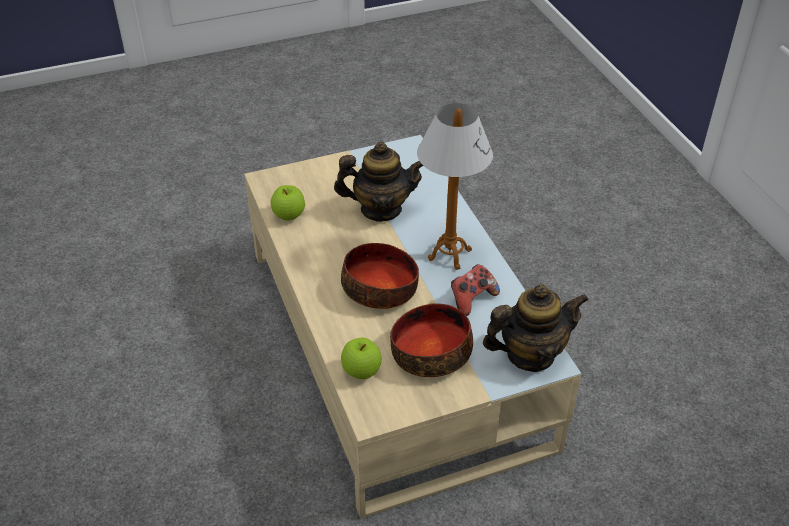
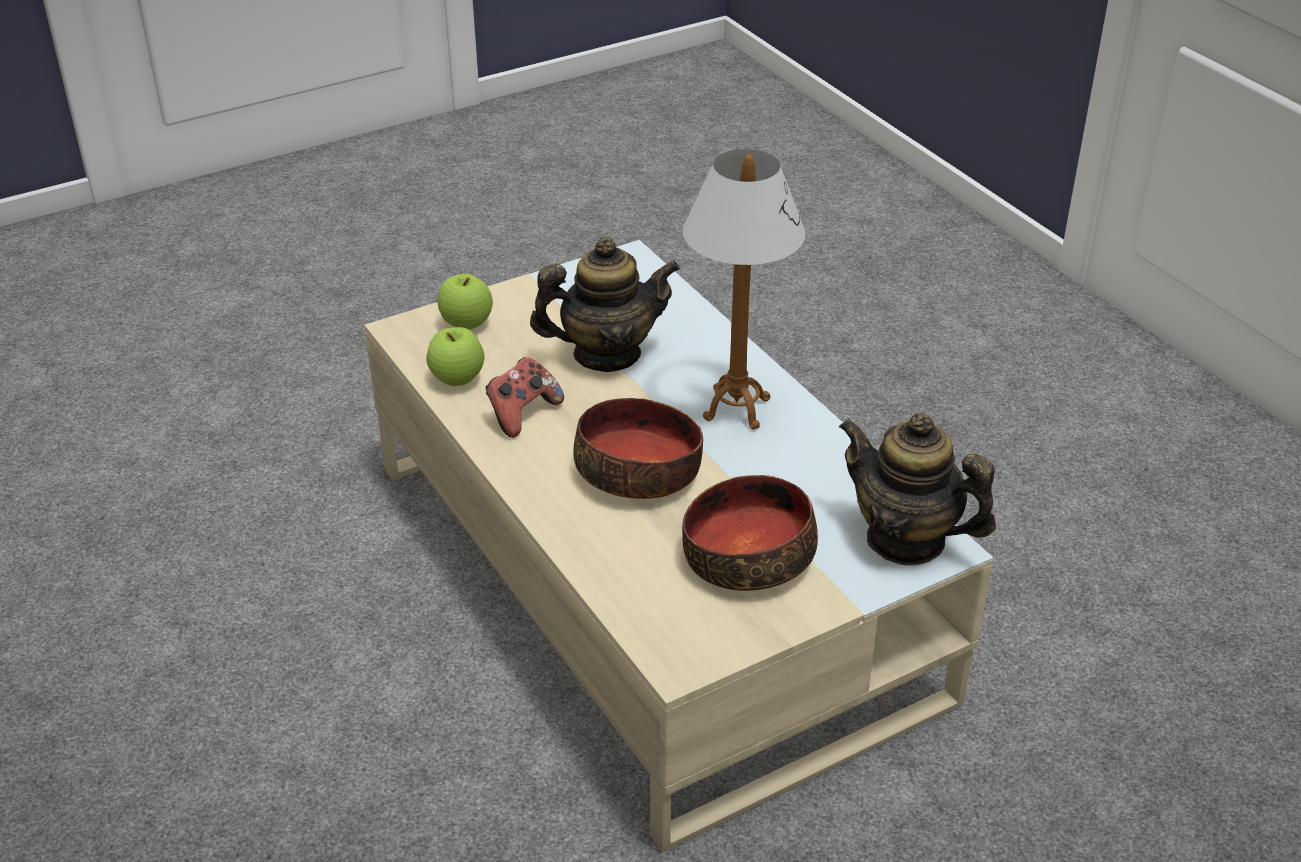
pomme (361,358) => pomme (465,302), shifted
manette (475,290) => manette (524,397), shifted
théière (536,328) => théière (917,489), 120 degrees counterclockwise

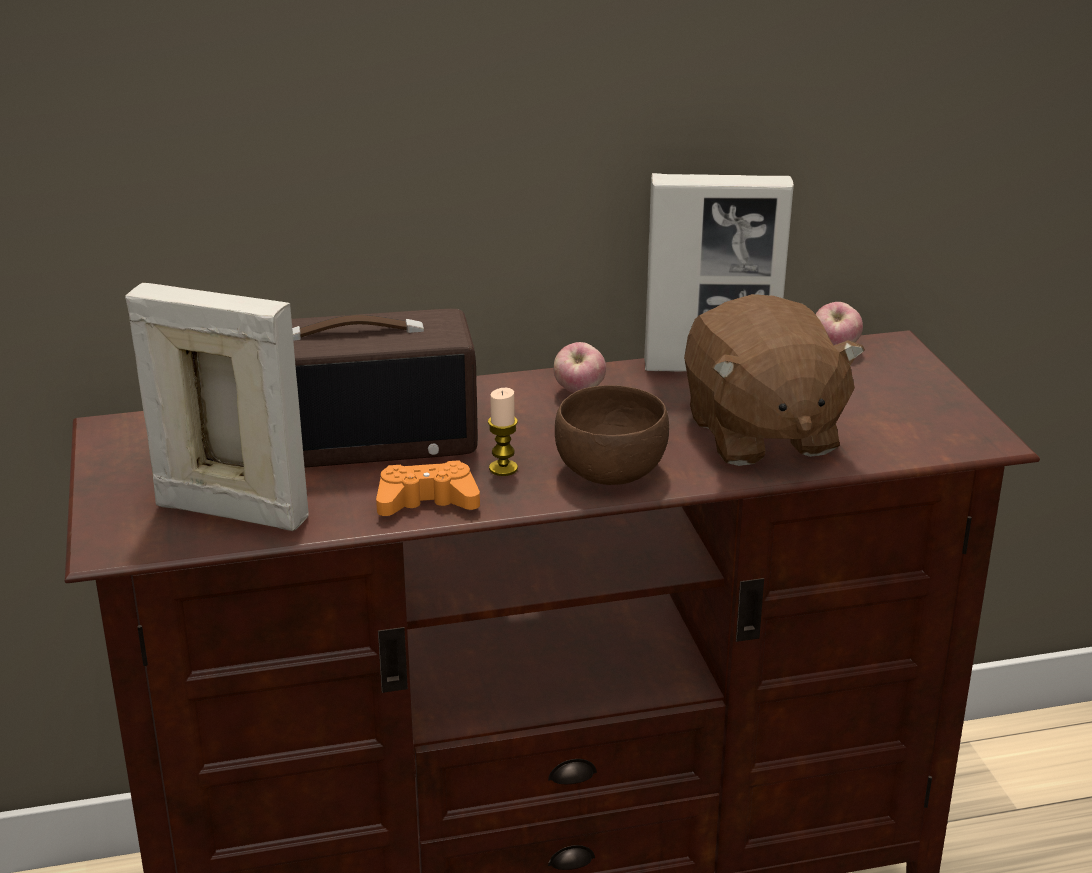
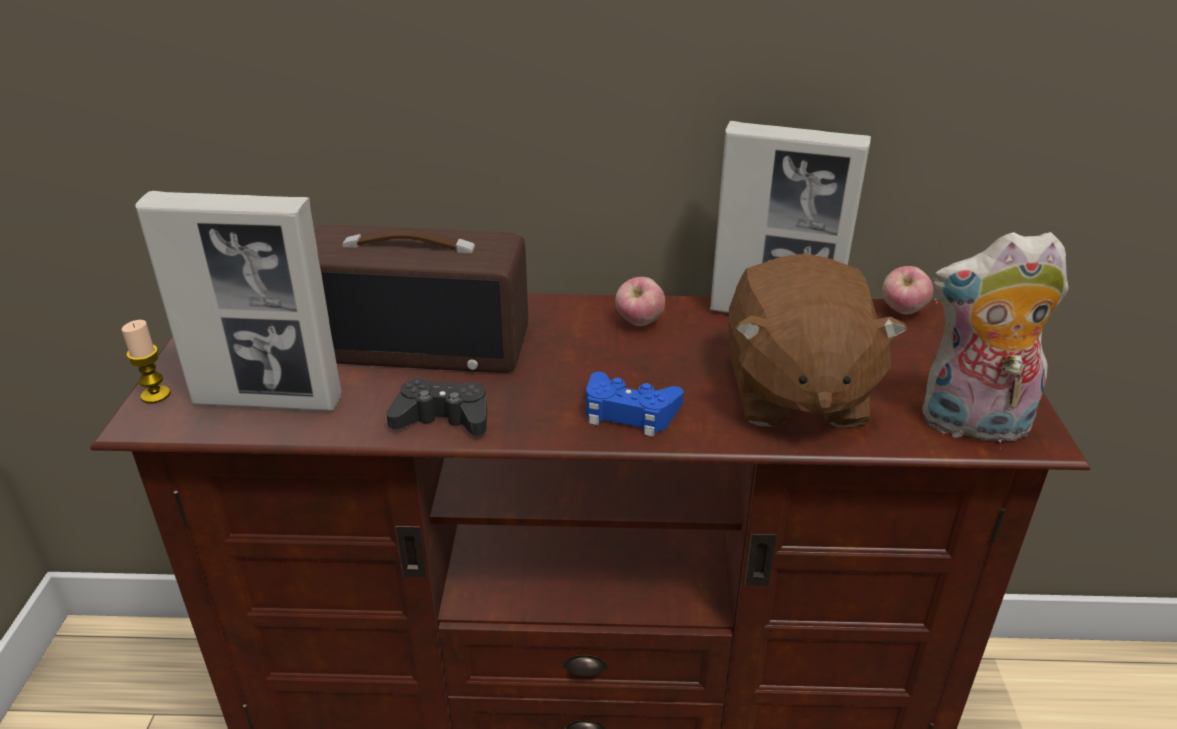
bougie (503,432) => bougie (146,362), shifted
cadre photo (217,407) => cadre photo (238,301), 150 degrees clockwise
manette/orange (428,488) => manette/noir (436,406)
bol/marron (612,435) => manette/bleu (634,404)
nothing => peluche (995,340)

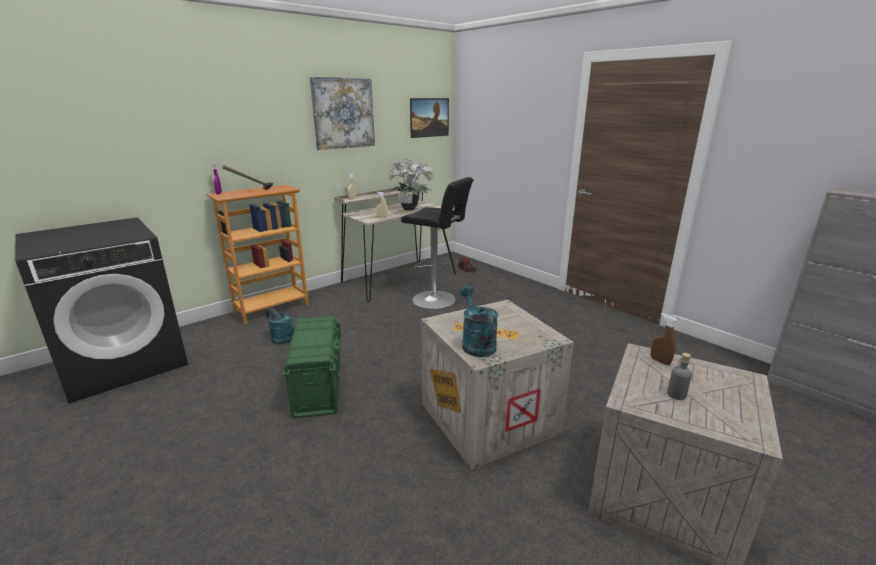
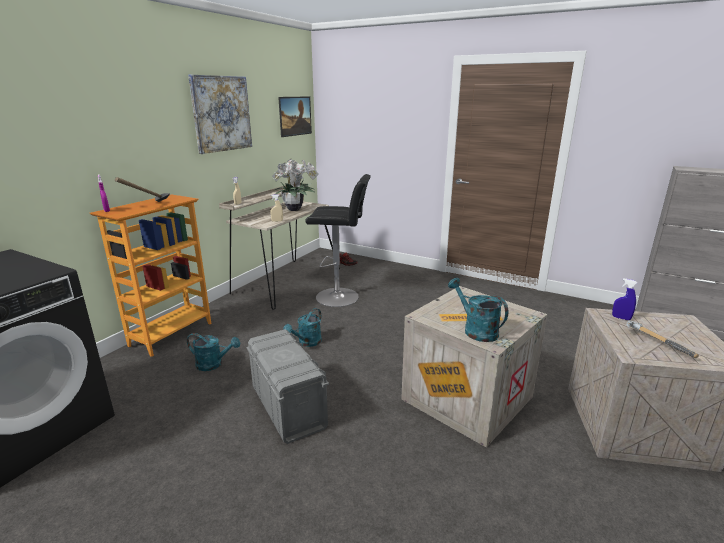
boîte de rangement/vert (312,367) => boîte de rangement/gris (287,386)
nothing => arrosoir/turquoise (302,327)
vaporisateur/marron (664,339) => vaporisateur/bleu (624,299)
bouteille/gris (679,376) => marteau (662,339)

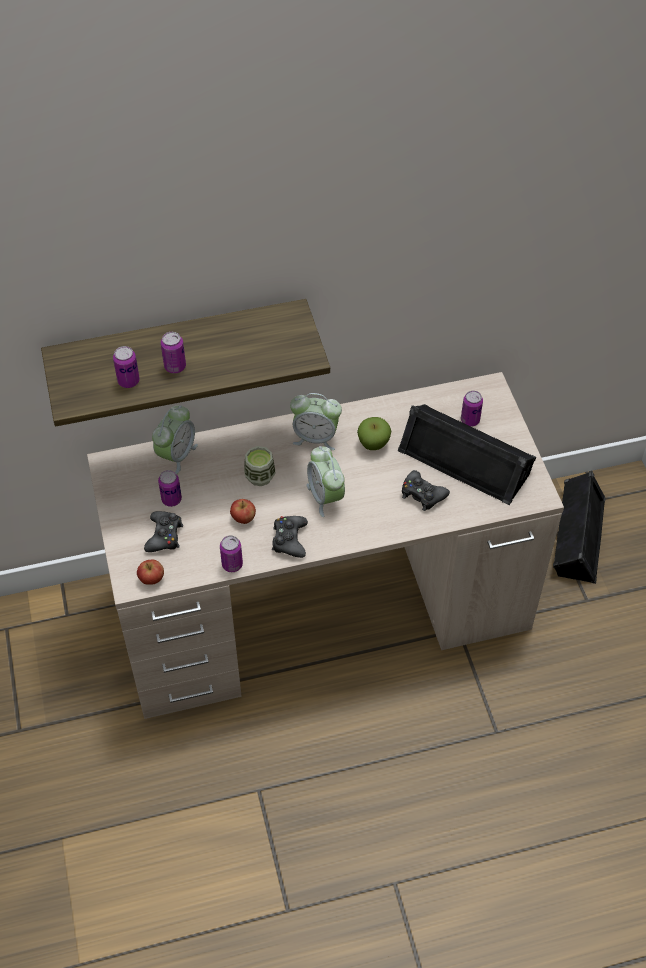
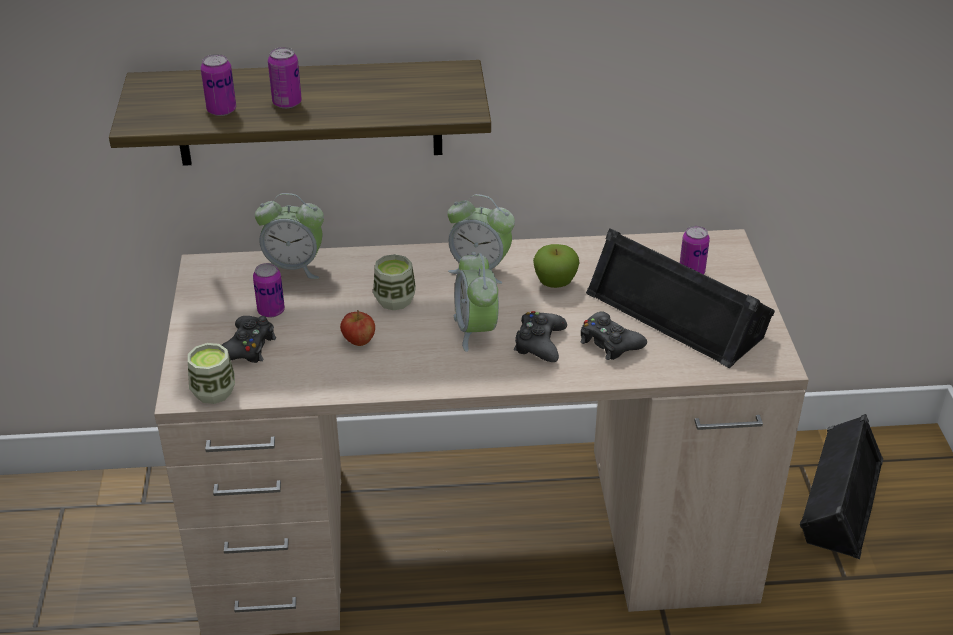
pomme (150,572) => tasse (211,373)
réveil (175,439) => réveil (289,236), 60 degrees clockwise
manette/noir (290,537) => manette/noir (540,336), shifted
boîte métallique (231,553) => nothing

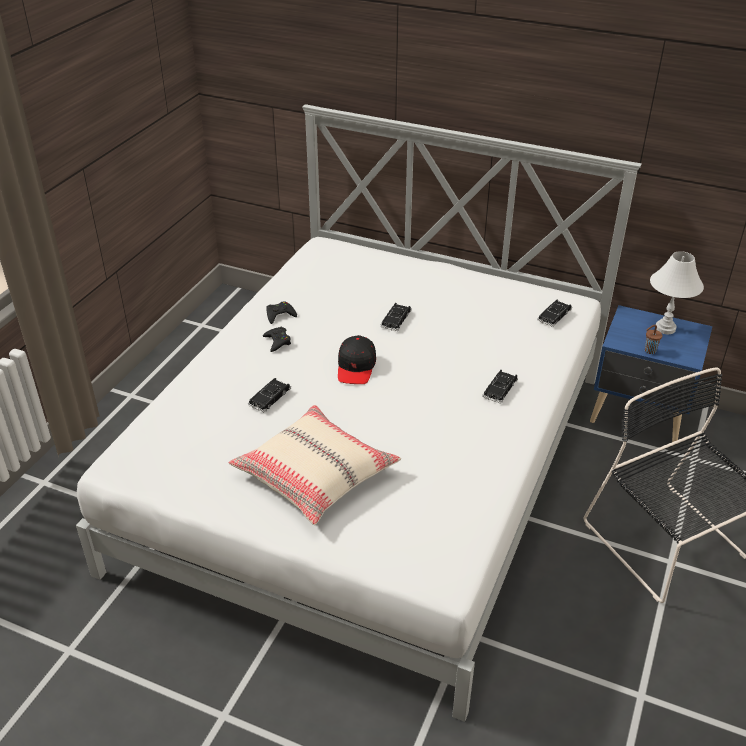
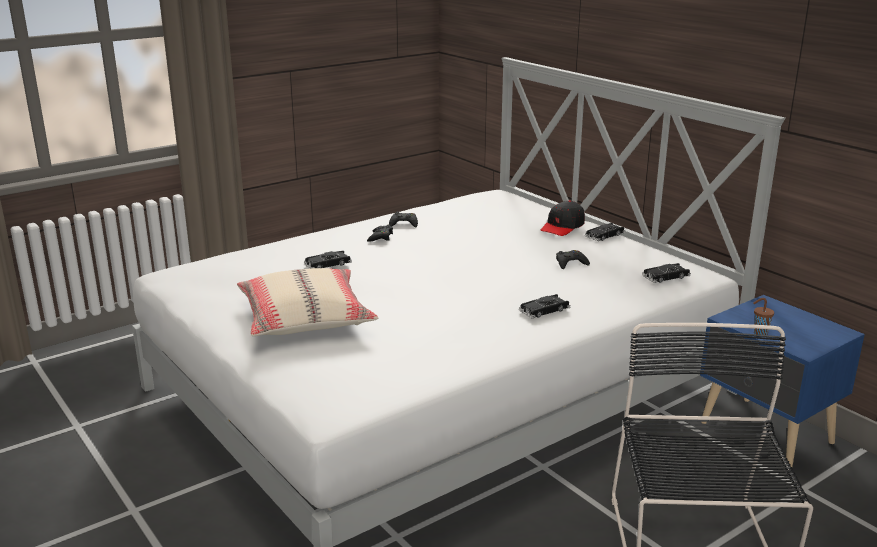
casquette/noir (357,359) => casquette/noir (563,218), shifted
nothing => manette/noir (573,259)
petite voiture/noir (396,317) => petite voiture/noir (605,232), shifted
lampe de table/blanc (677,292) => nothing

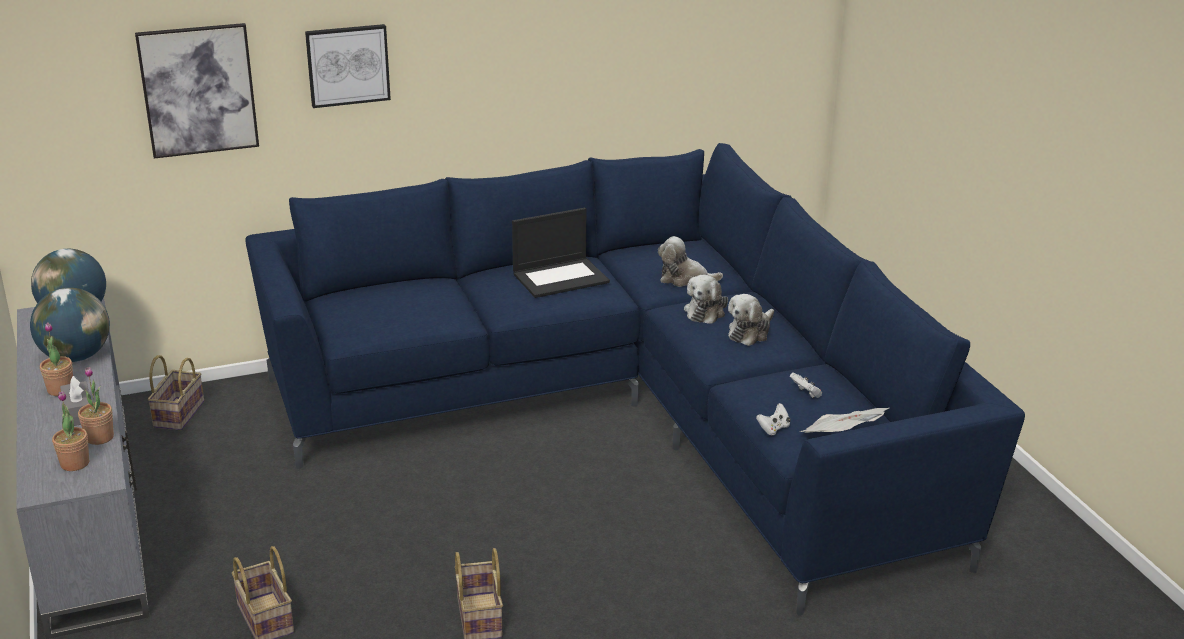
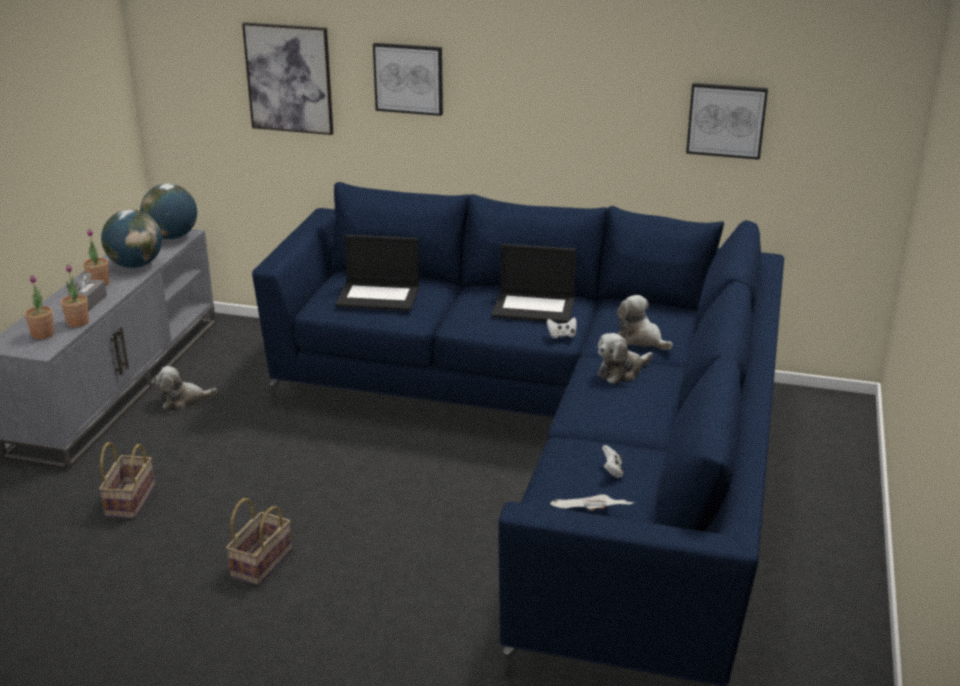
peluche (751,320) => peluche (186,388), shifted
nothing => ordinateur portable (377,273)
manette/blanc (773,419) => manette/blanc (562,327), shifted
nothing => tableau (727,121)
panier (176,392) => nothing

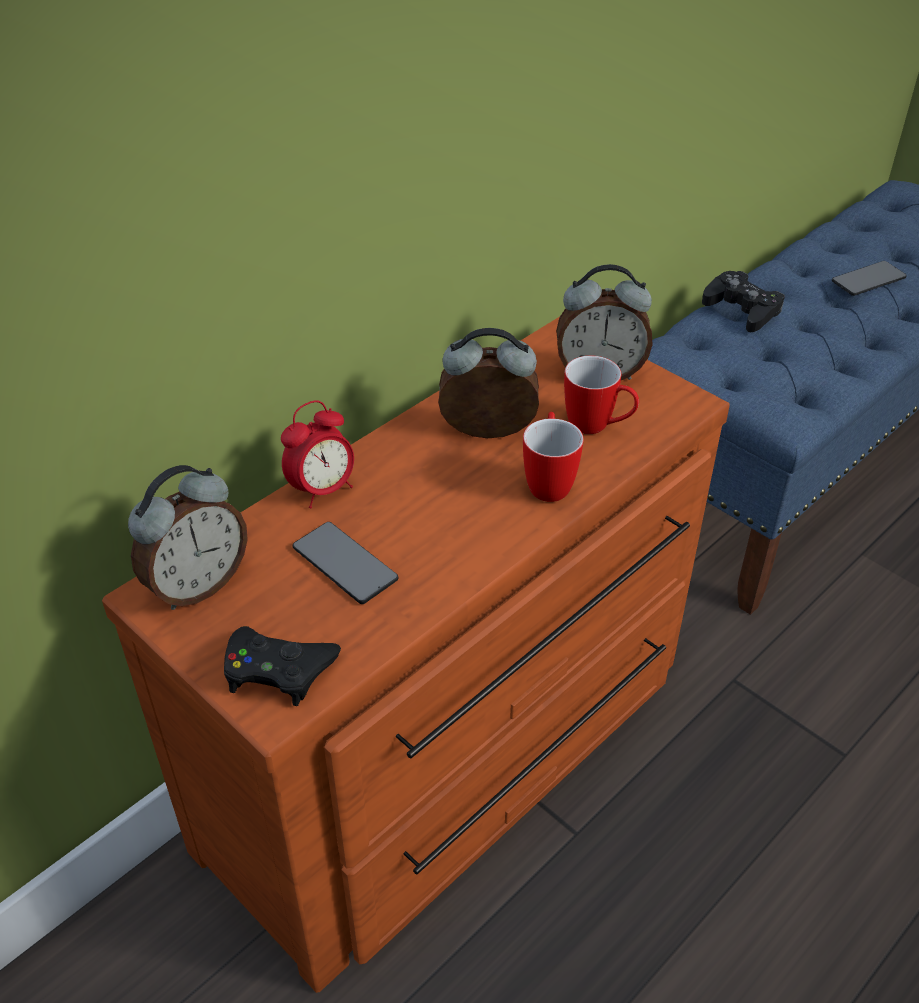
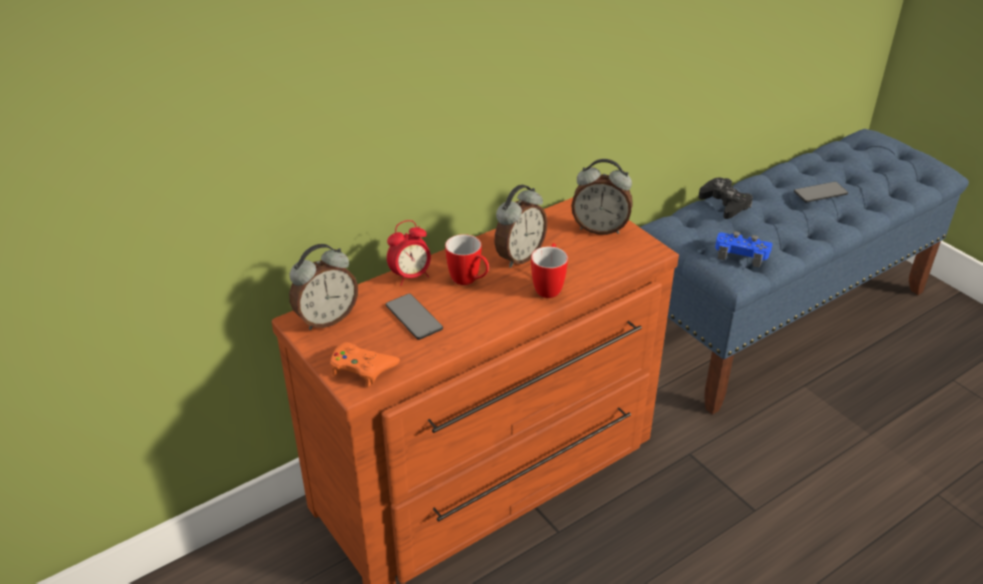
manette/noir (282,666) => manette/orange (365,364)
mug (601,395) => mug (467,259), shifted
réveil (488,383) => réveil (521,226), 120 degrees clockwise
nothing => manette/bleu (743,249)

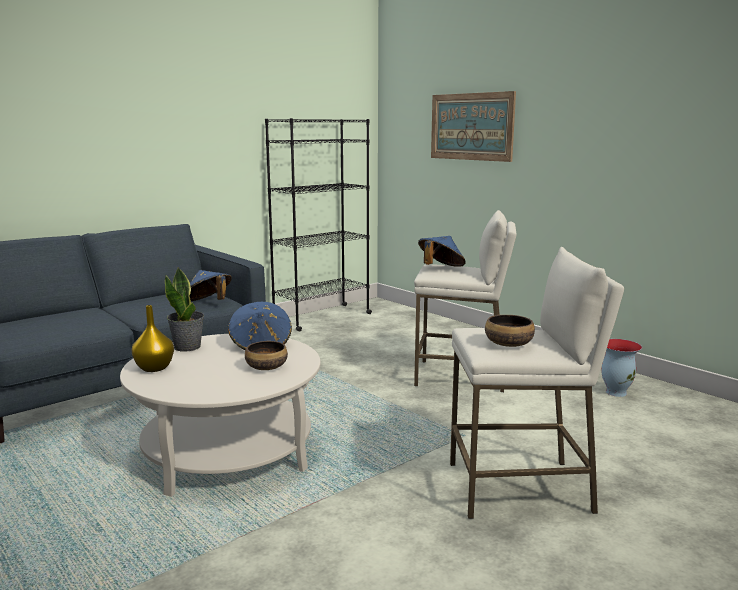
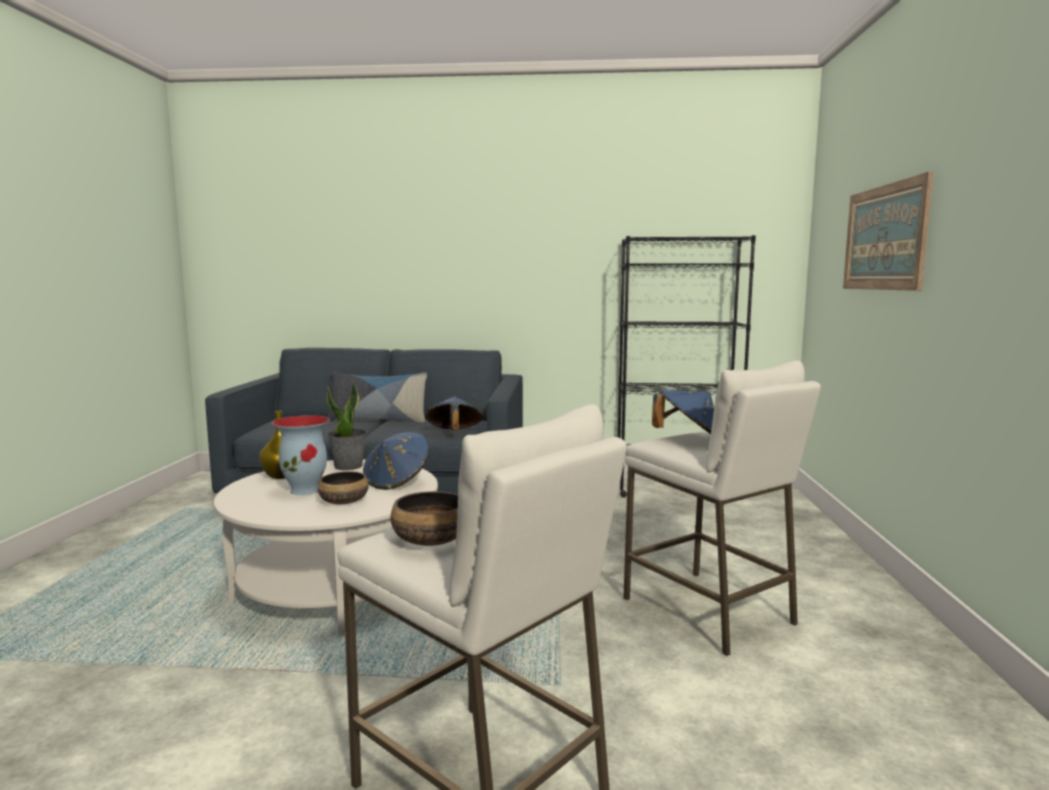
vase (621,368) => vase (301,455), shifted
nothing => coussin (377,397)

